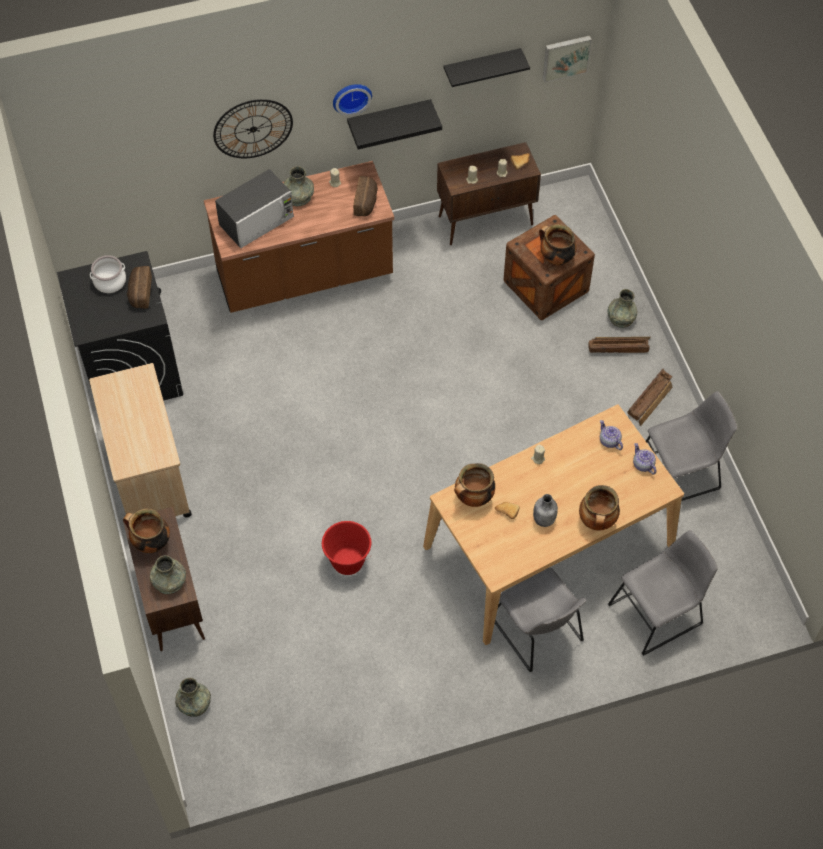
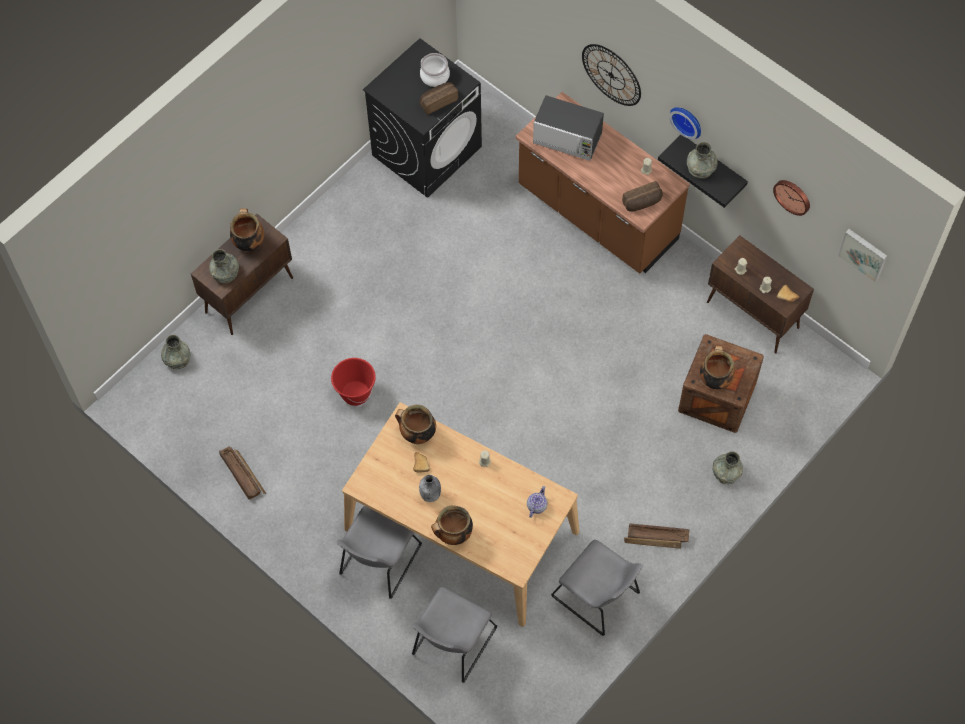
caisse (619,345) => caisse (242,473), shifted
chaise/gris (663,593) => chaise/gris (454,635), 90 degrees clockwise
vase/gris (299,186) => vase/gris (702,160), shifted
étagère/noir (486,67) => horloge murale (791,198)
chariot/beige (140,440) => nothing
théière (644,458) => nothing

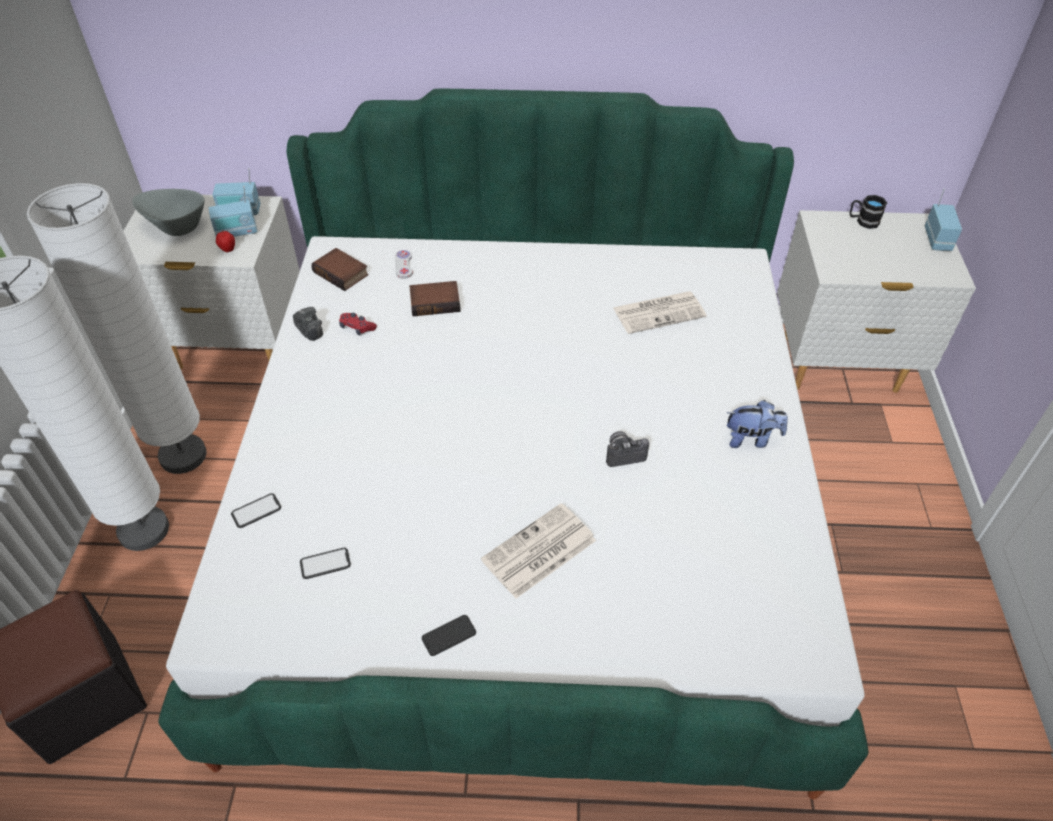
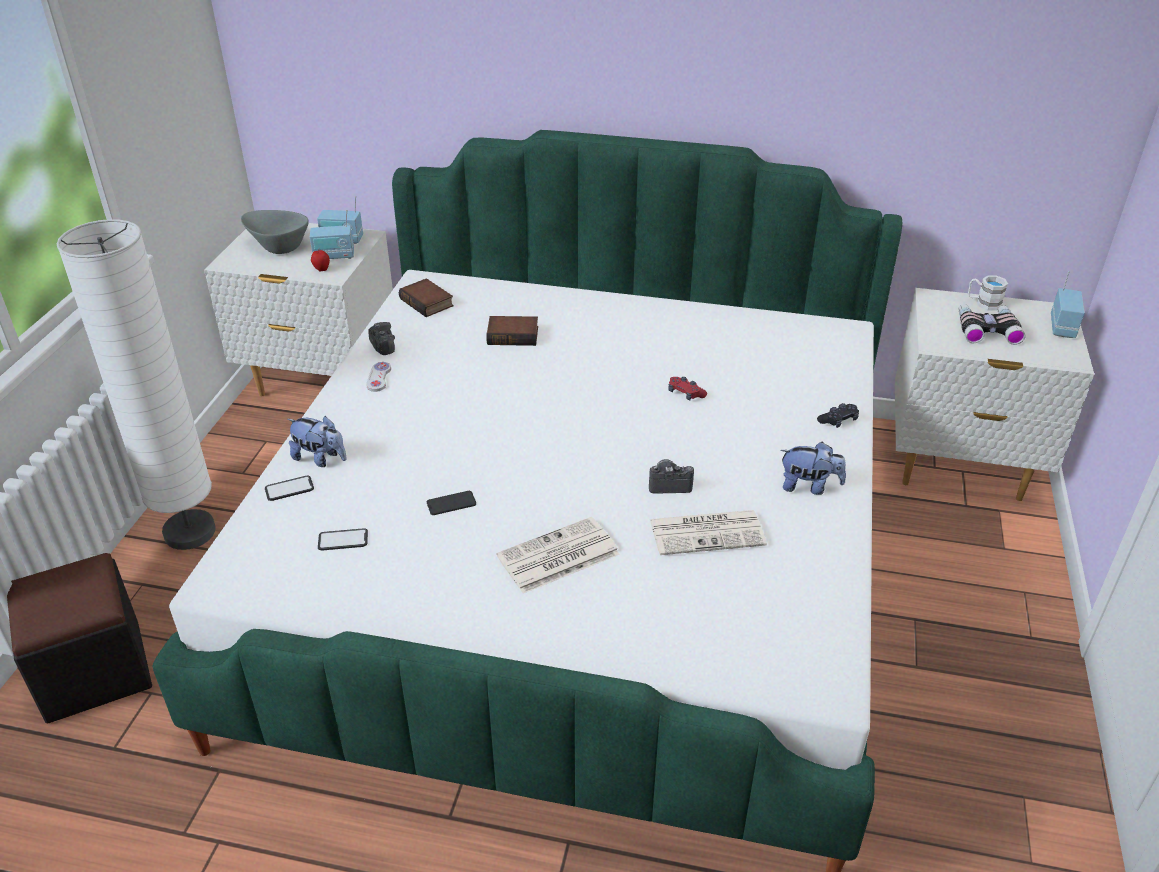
nothing => peluche (317,441)
manette/blanc (404,264) => manette/blanc (378,377), shifted
téléphone (449,635) => téléphone (451,503), shifted
journal (660,312) => journal (708,532), shifted
manette/rouge (358,324) => manette/rouge (687,388), shifted
nothing => manette/noir (838,415)
nothing => jumelles (991,324)
mug/noir (868,212) => mug/blanc (988,293)
lampadaire/blanc (117,328) => nothing

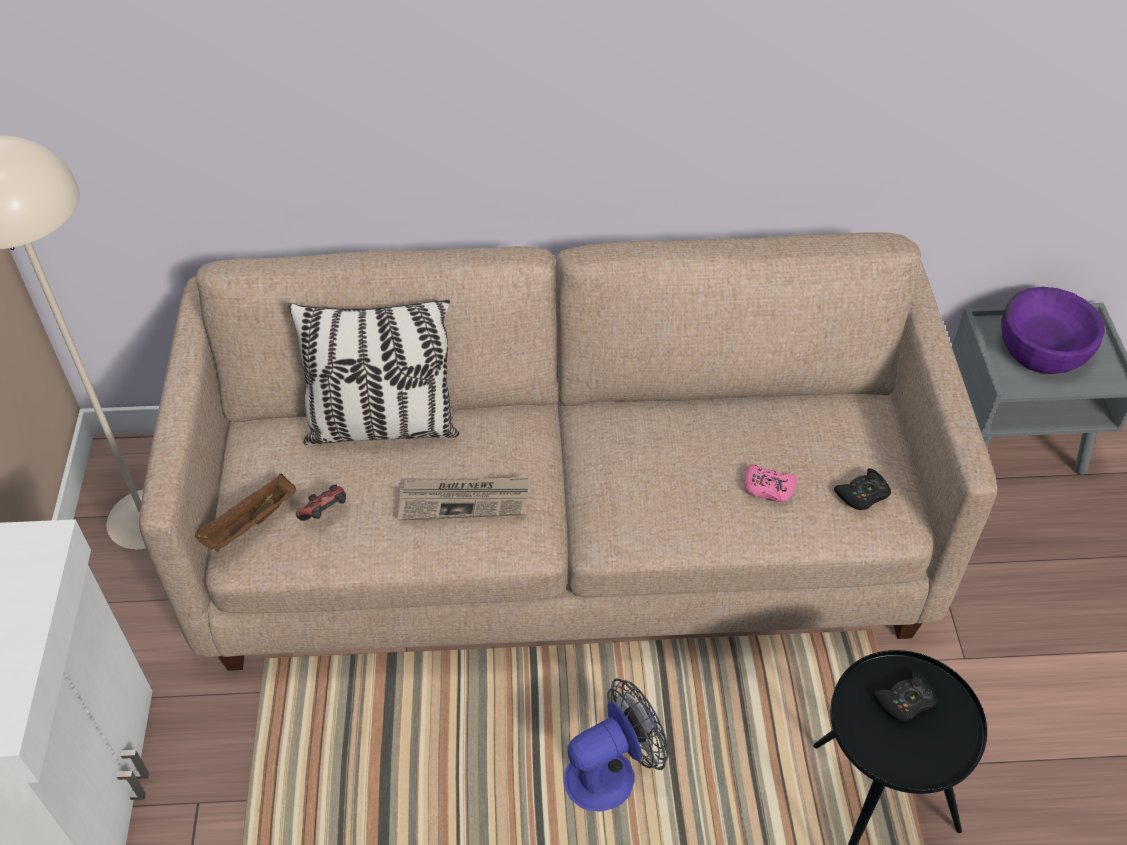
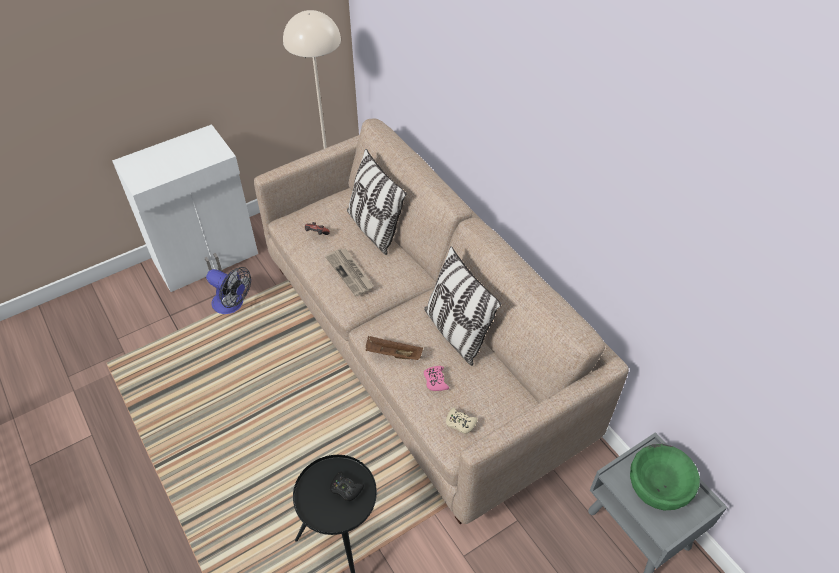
ventilateur (616,745) => ventilateur (228,290), shifted
plateau/marron (245,513) => plateau/marron (394,348), shifted
nothing => coussin (463,306)
manette/noir (862,489) => manette/beige (462,420)
bol/violet (1053,330) => bol/vert (665,477)

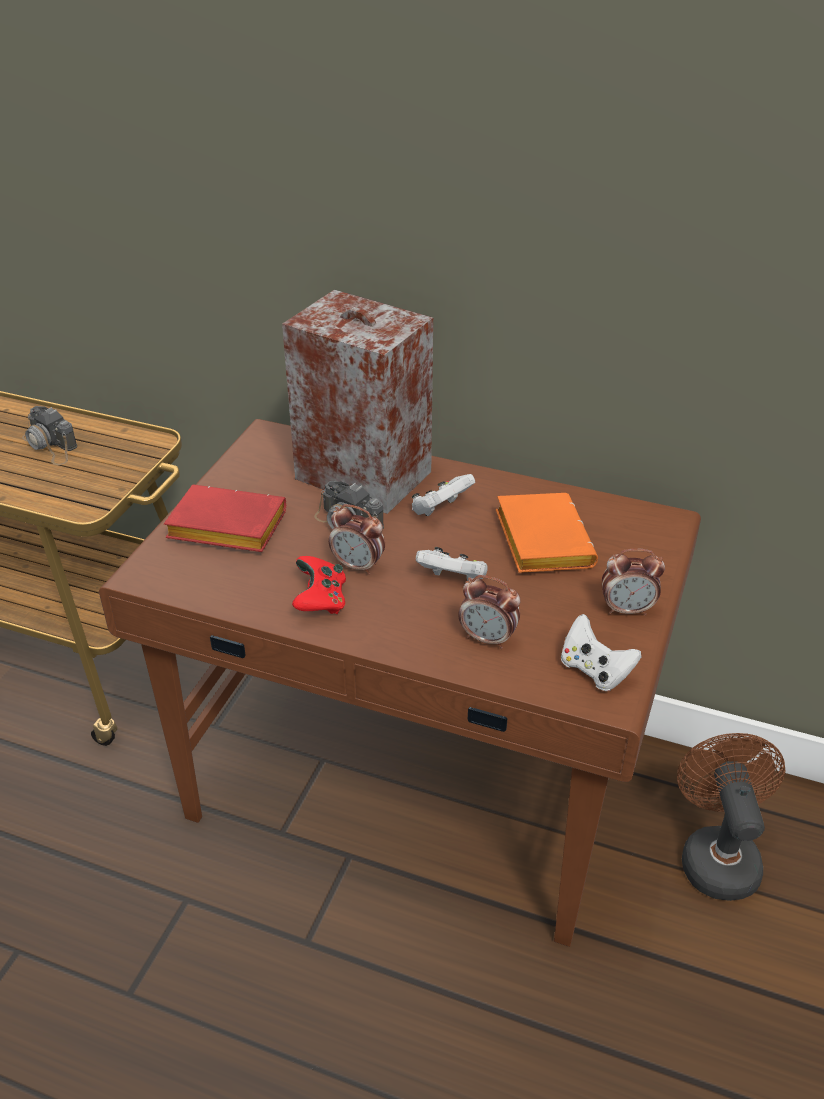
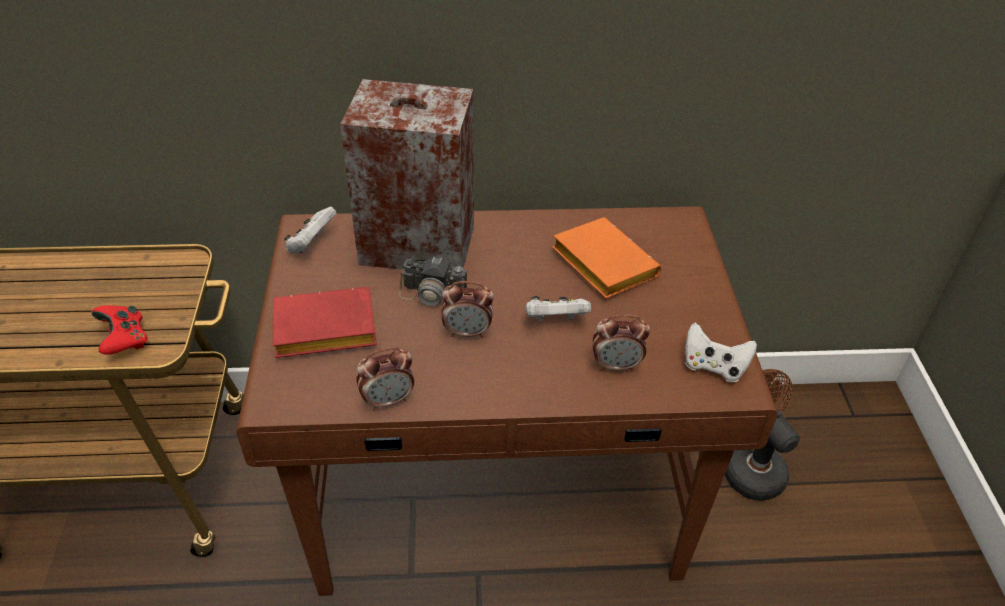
manette/rouge (319,585) => manette/rouge (120,330), shifted
manette/blanc (443,495) => manette/blanc (310,230), shifted
réveil (633,582) => réveil (385,379), shifted
appareil photo (49,435) => nothing

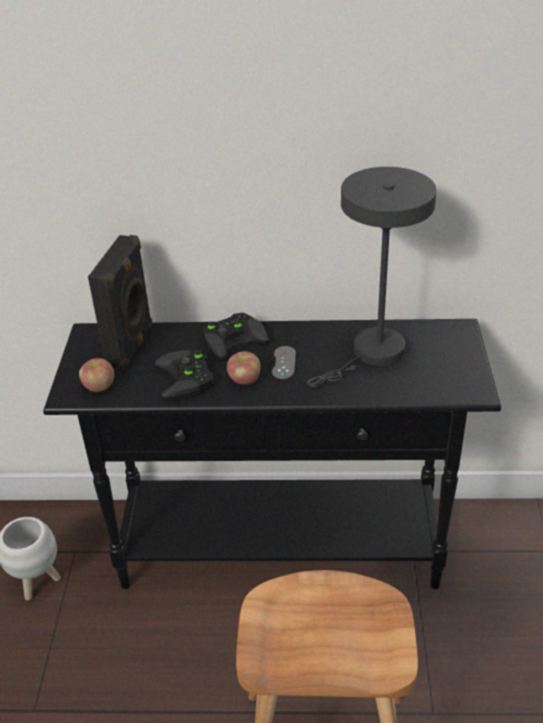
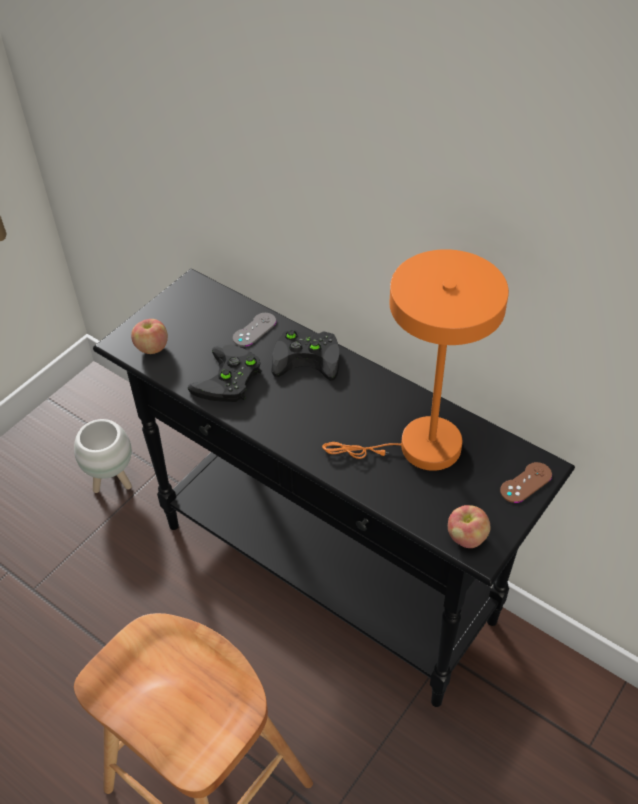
manette/gris (284,362) => manette/gris (254,330), shifted
lampe de table/gris (371,277) => lampe de table/orange (415,360)
pomme (244,368) => pomme (469,526), shifted
nothing => manette/marron (526,482)
enceinte/noir (120,302) => nothing

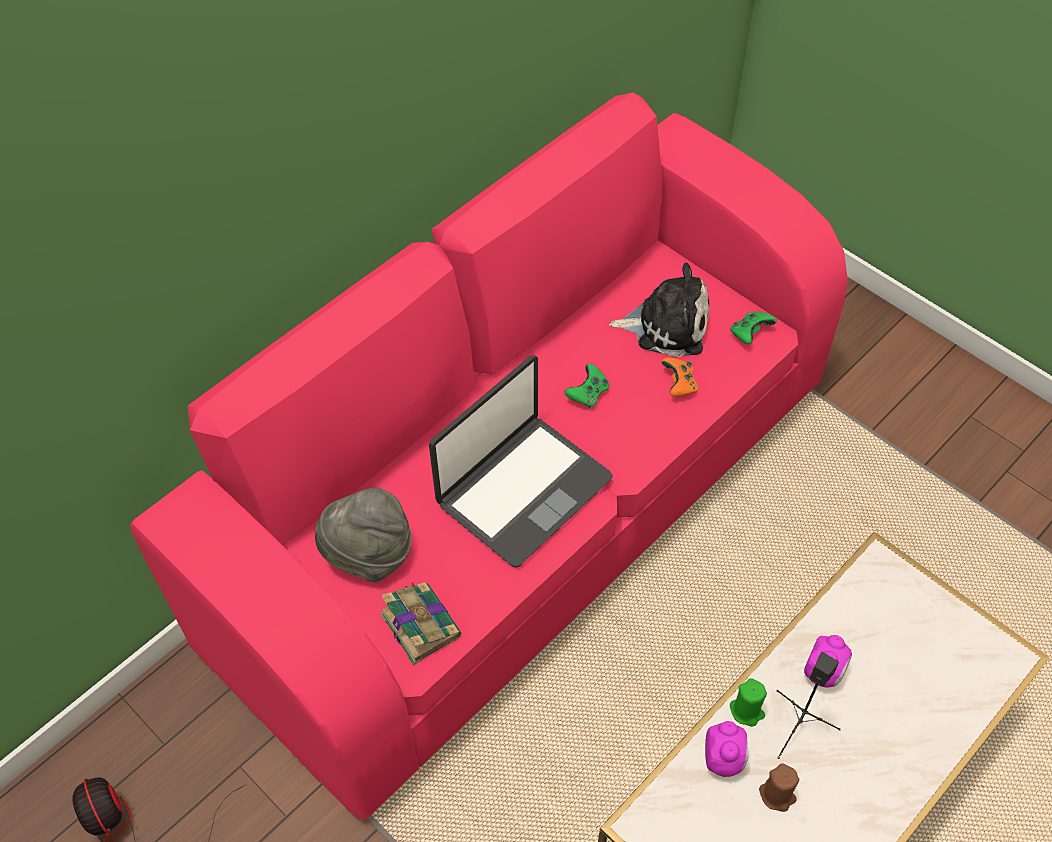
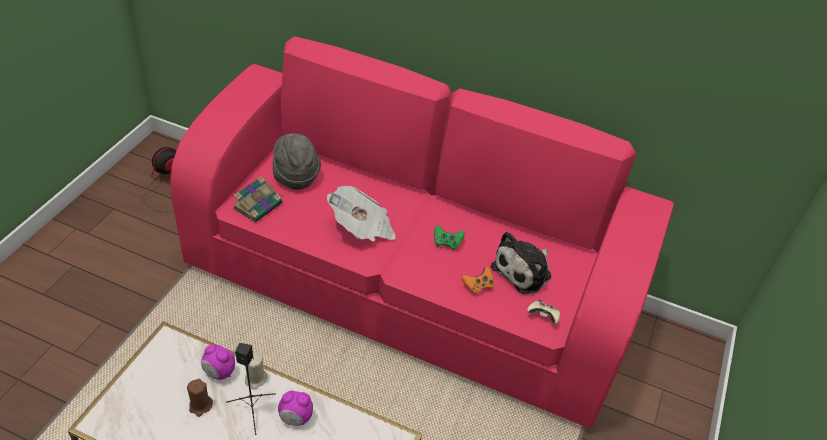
réveil (726,749) => réveil (218,362), 45 degrees clockwise
bougie/vert (748,702) => bougie/beige (256,371)
ordinateur portable (521,461) => journal (361,214)
peluche (659,310) => peluche (521,263), 60 degrees clockwise
manette/vert (753,327) => manette/beige (543,311)

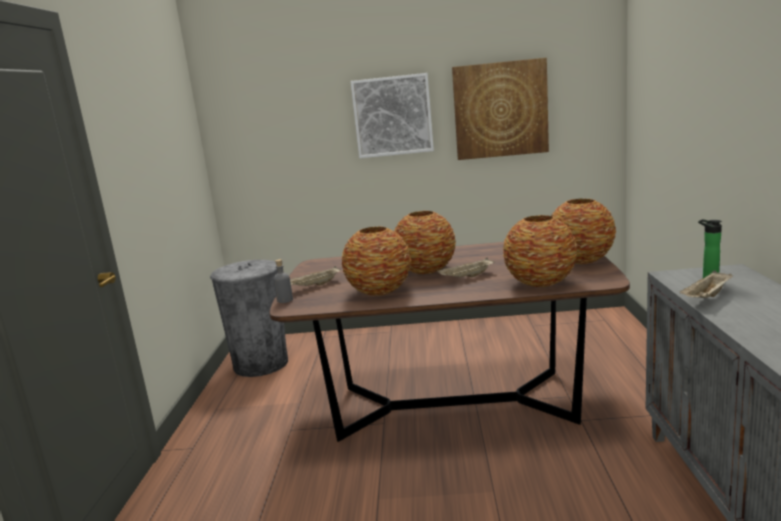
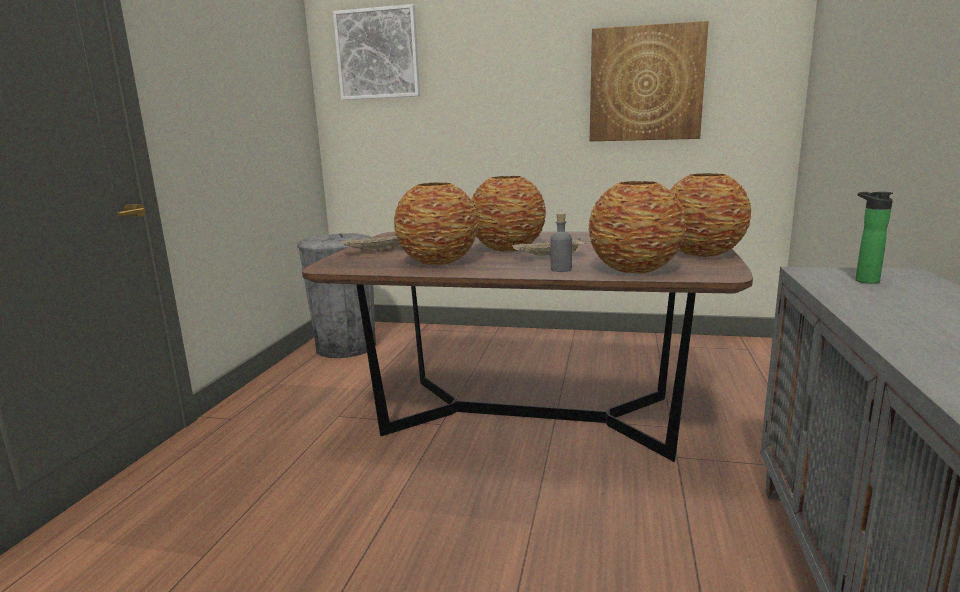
tableau (392,115) => tableau (376,52), shifted
bouteille/gris (283,281) => bouteille/gris (561,242), shifted
plateau/beige (706,284) => nothing

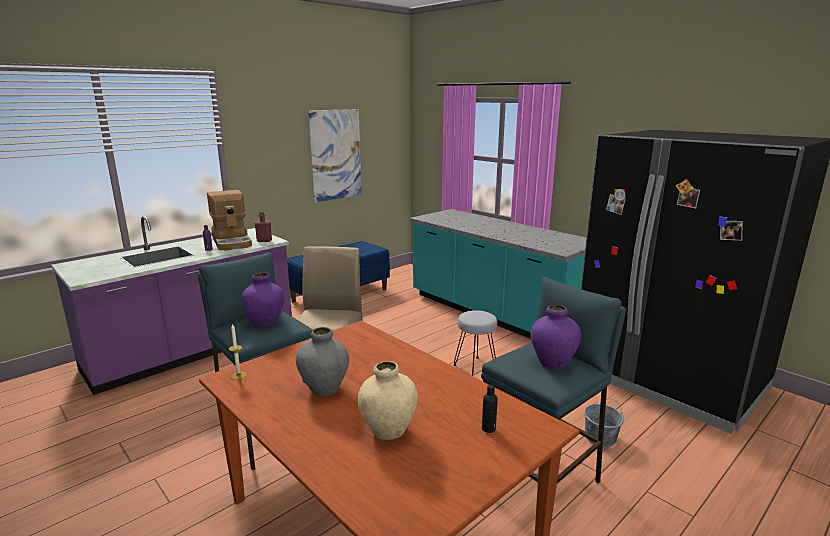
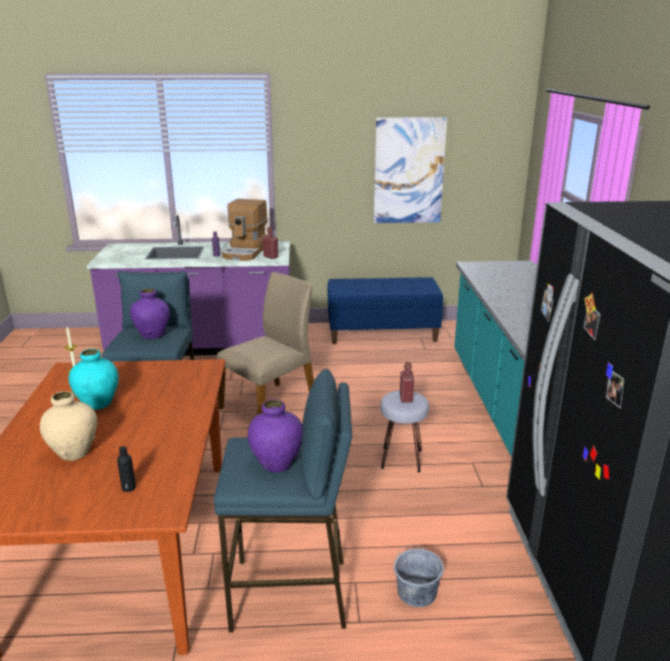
vase/gris (322,361) => vase/turquoise (94,379)
nothing => bouteille/rouge (407,382)

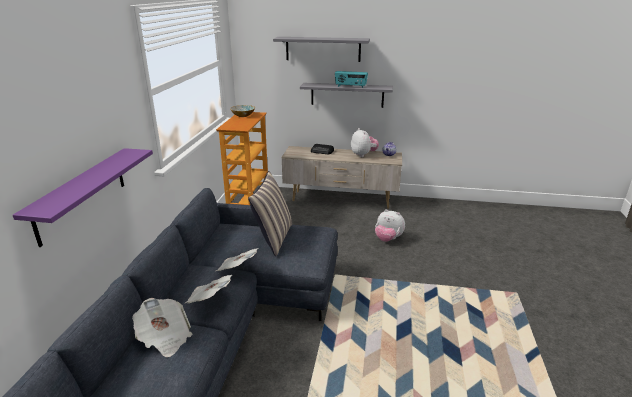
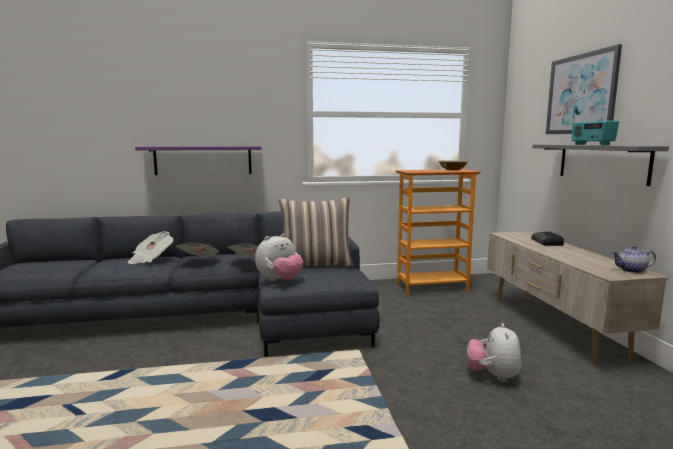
peluche (365,142) => peluche (279,257), shifted
étagère/gris (321,49) => tableau (584,89)

